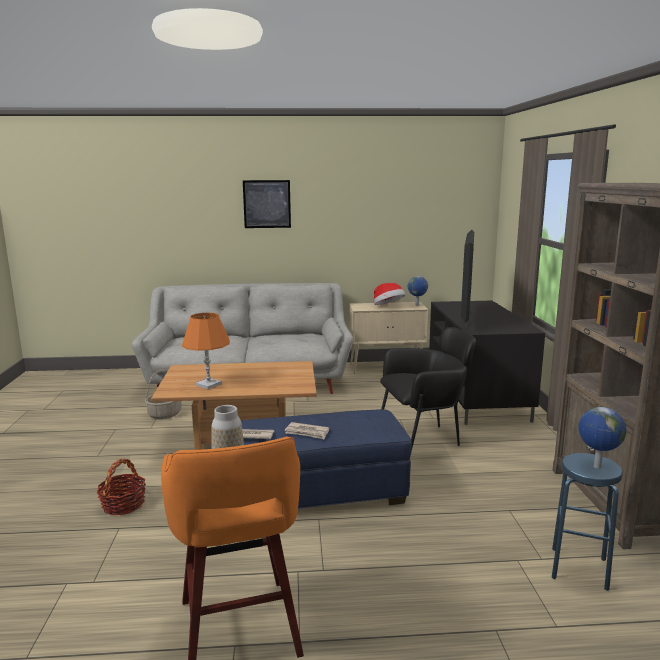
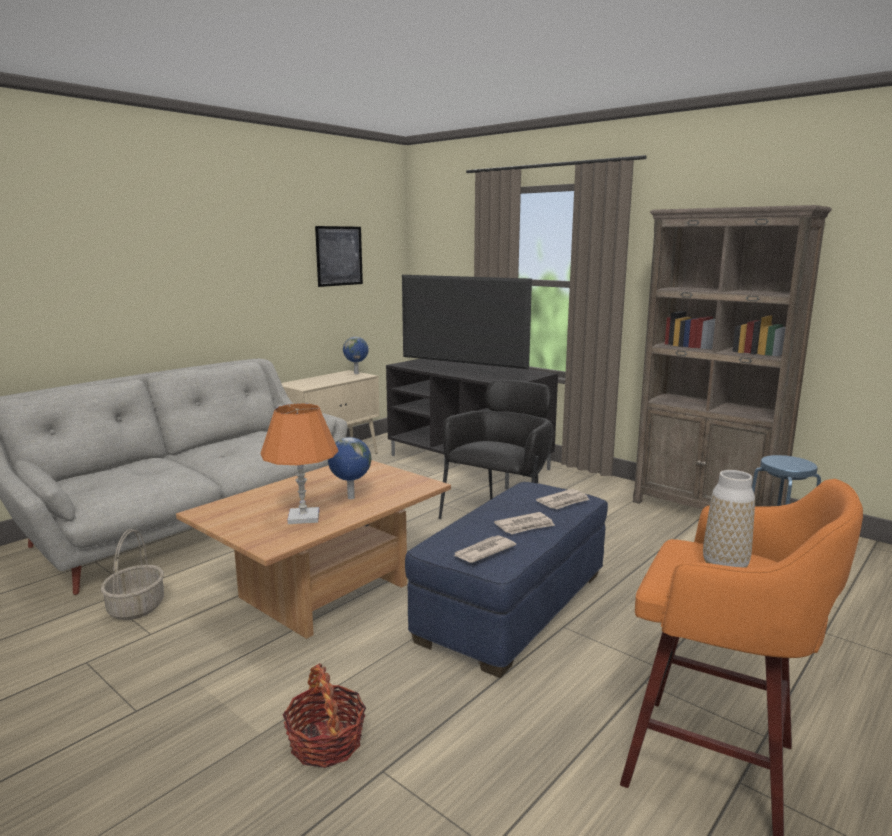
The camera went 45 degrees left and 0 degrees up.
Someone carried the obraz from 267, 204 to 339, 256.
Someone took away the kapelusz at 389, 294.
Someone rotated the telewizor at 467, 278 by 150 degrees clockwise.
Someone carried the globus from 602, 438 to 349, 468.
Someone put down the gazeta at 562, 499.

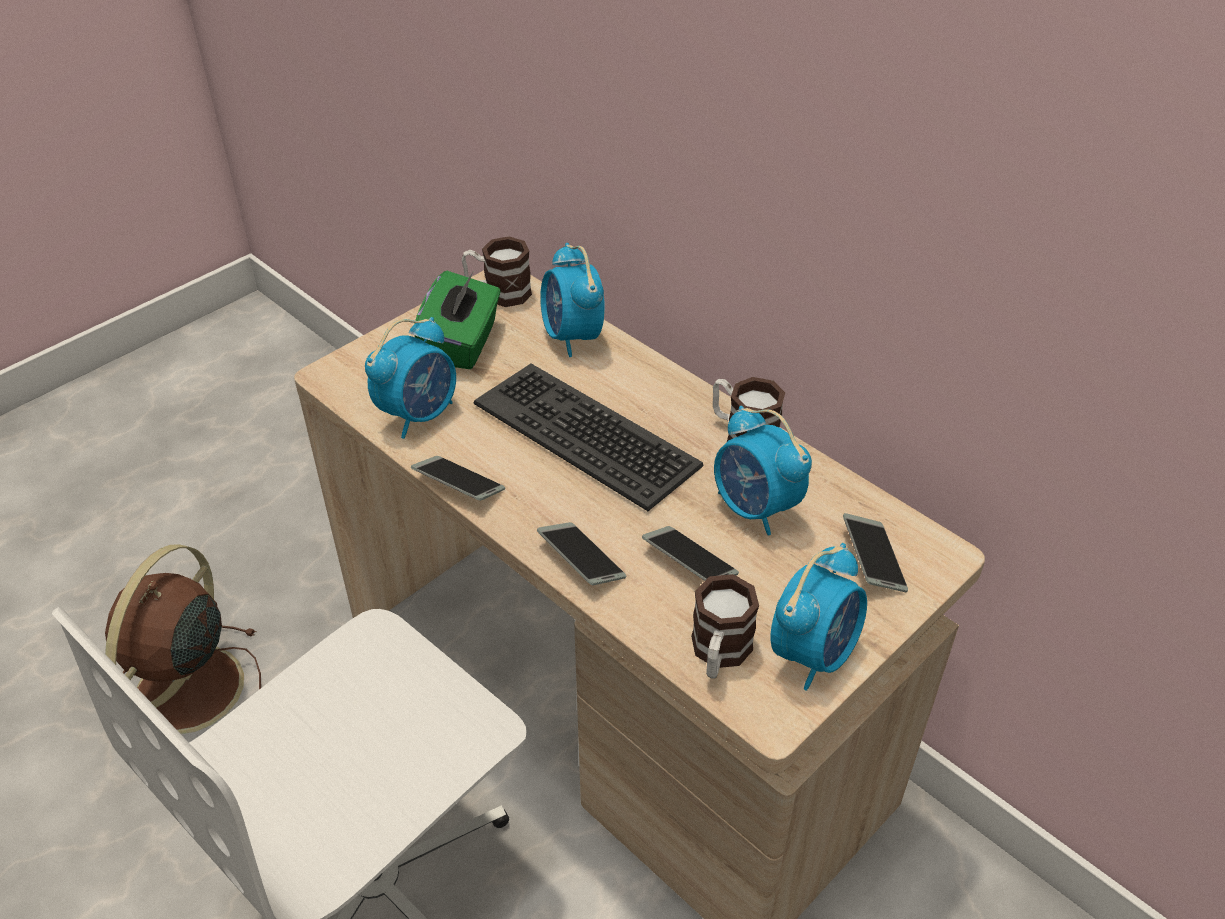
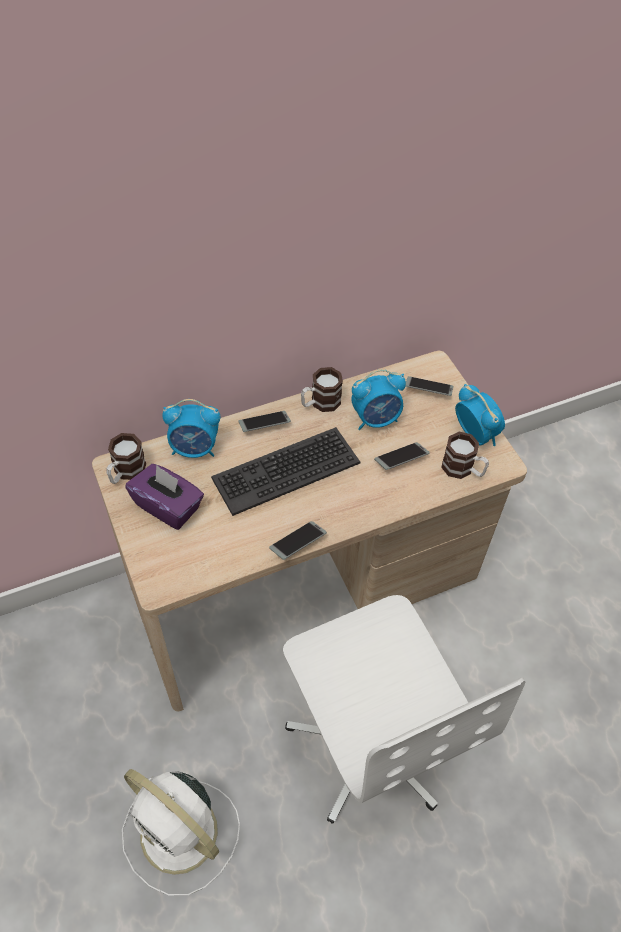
The camera went 70 degrees left and 10 degrees up.
Someone repainted the wentylator [brązowy] at 183, 639, which became the wentylator [biały] at 181, 832.
Someone took away the budzik at 410, 378.
Someone repainted the pudełko chusteczek [zielony] at 457, 320, which became the pudełko chusteczek [fioletowy] at 164, 497.
Someone carried the telefon from 581, 553 to 264, 421.

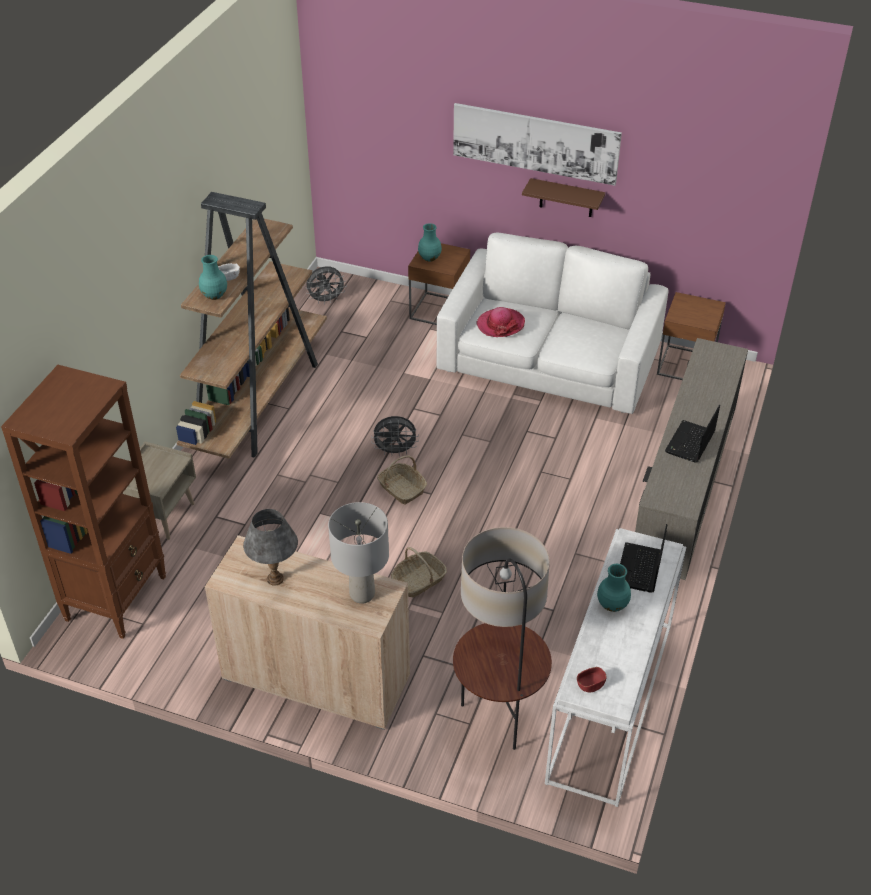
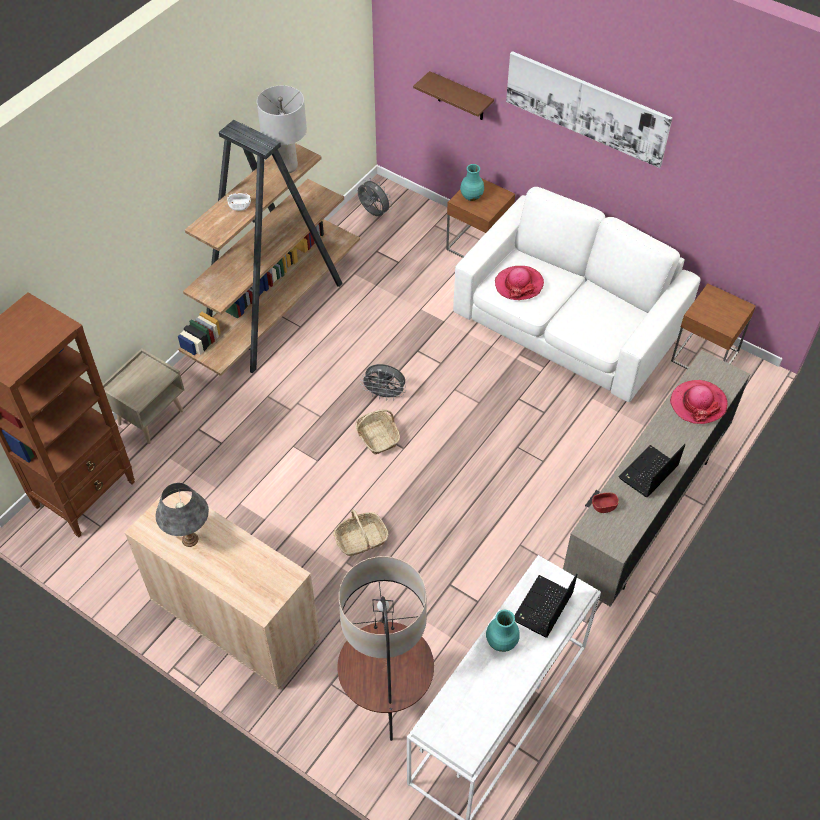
The camera went 15 degrees right and 10 degrees up.
Someone took away the wazon [turkusowy] at 213, 277.
Someone rotated the wentylator [szary] at 326, 285 by 135 degrees counterclockwise.
Someone carried the lampa stołowa [szary] from 358, 553 to 282, 129.
Someone carried the półka [brązowy] from 563, 197 to 453, 95.
Someone carried the miska [czerwony] from 591, 679 to 605, 502.
Someone put down the kapelusz at 699, 402.

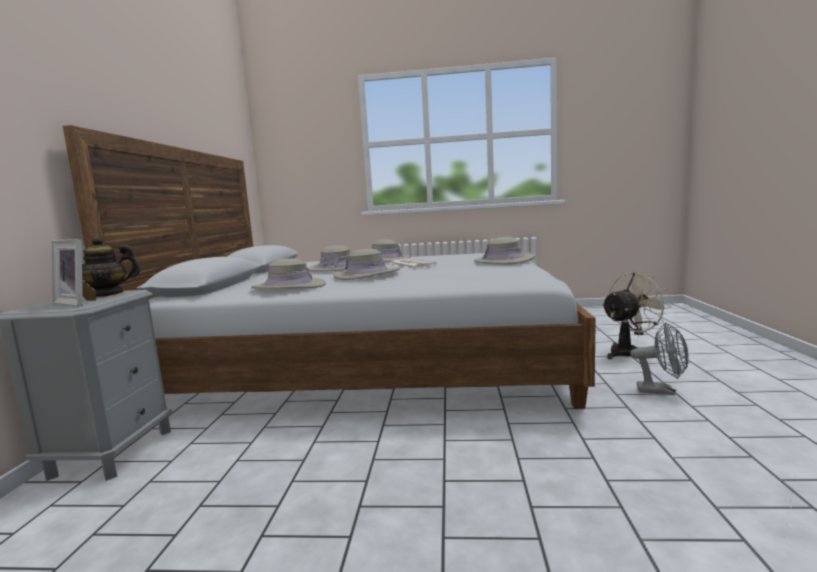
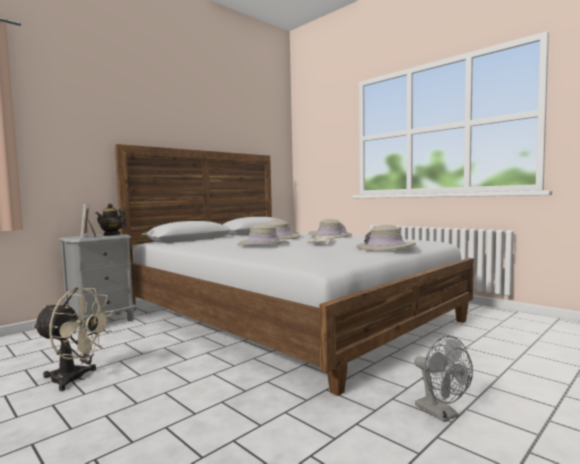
The camera went 40 degrees right and 5 degrees down.
Someone took away the kapelusz [beżowy] at 288, 273.
Someone carried the wentylator [beżowy] from 636, 315 to 73, 339.

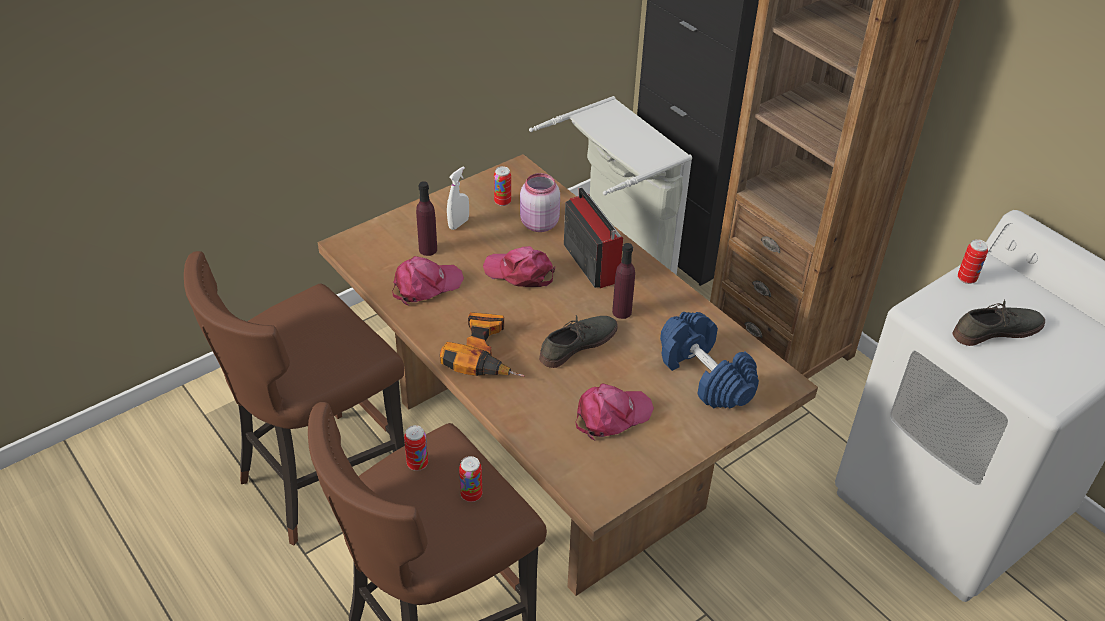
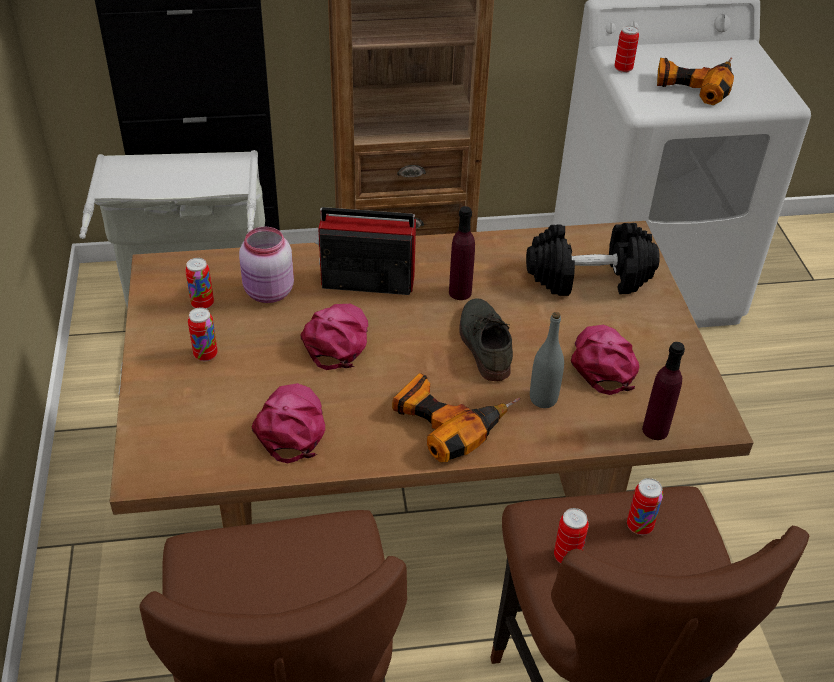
The camera went 60 degrees left and 0 degrees up.
Someone carried the butelka [fioletowy] from 426, 218 to 663, 391.
Someone swapped the spryskiwacz [biały] at 458, 198 for the puszka at 203, 334.
Someone rotated the czapka z daszkiem [różowy] at 519, 266 by 135 degrees clockwise.
Someone repainted the hantel [niebieski] at 709, 360, which became the hantel [czarny] at 593, 259.
Someone swapped the but [szary] at 999, 323 for the wiertarka at 695, 81.
Someone put down the butelka [szary] at 547, 360.

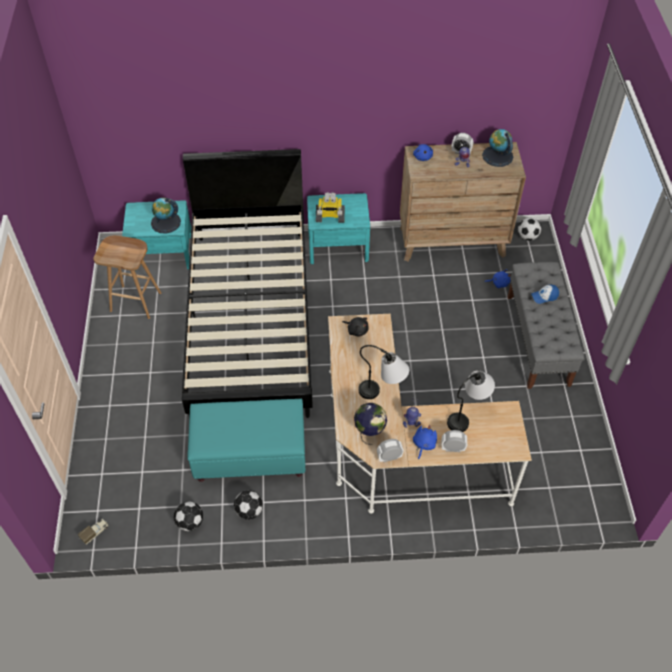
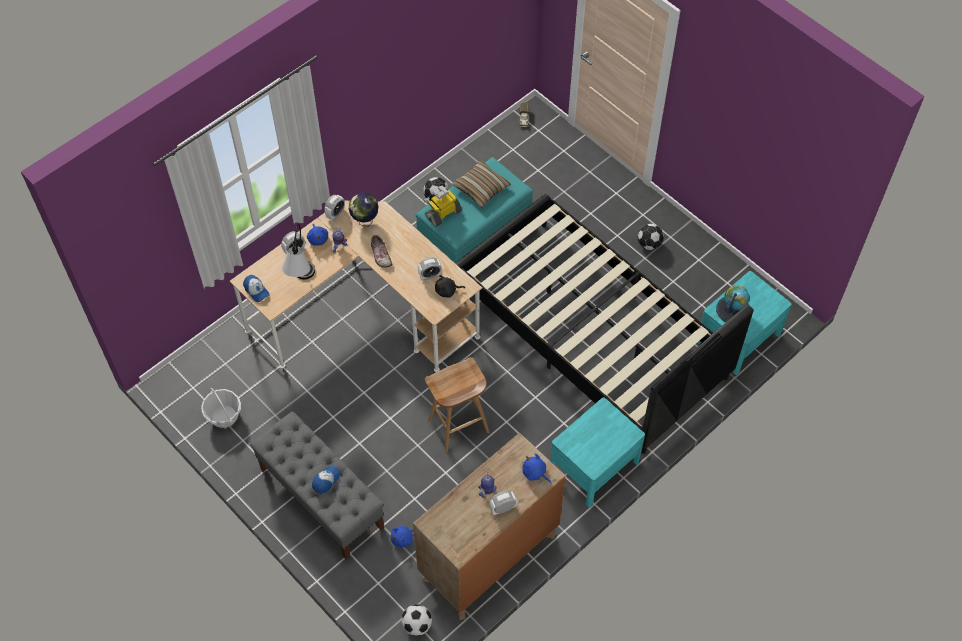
The camera went 140 degrees right and 5 degrees up.
Someone carried the stołek [brązowy] from 127, 277 to 457, 404.
Someone carried the piłka futbolowa from 188, 516 to 650, 237.
Someone carried the robot zabawkowy from 330, 207 to 443, 206.
Someone swapped the lampa stołowa at 383, 372 for the but at 381, 251.
Someone took away the globus at 497, 148.
Someone put down the koszyk at 221, 408.
Someone put down the czapka z daszkiem at 256, 288.
Someone put down the budzik at 430, 268.
Someone put down the poduszka at 481, 184.

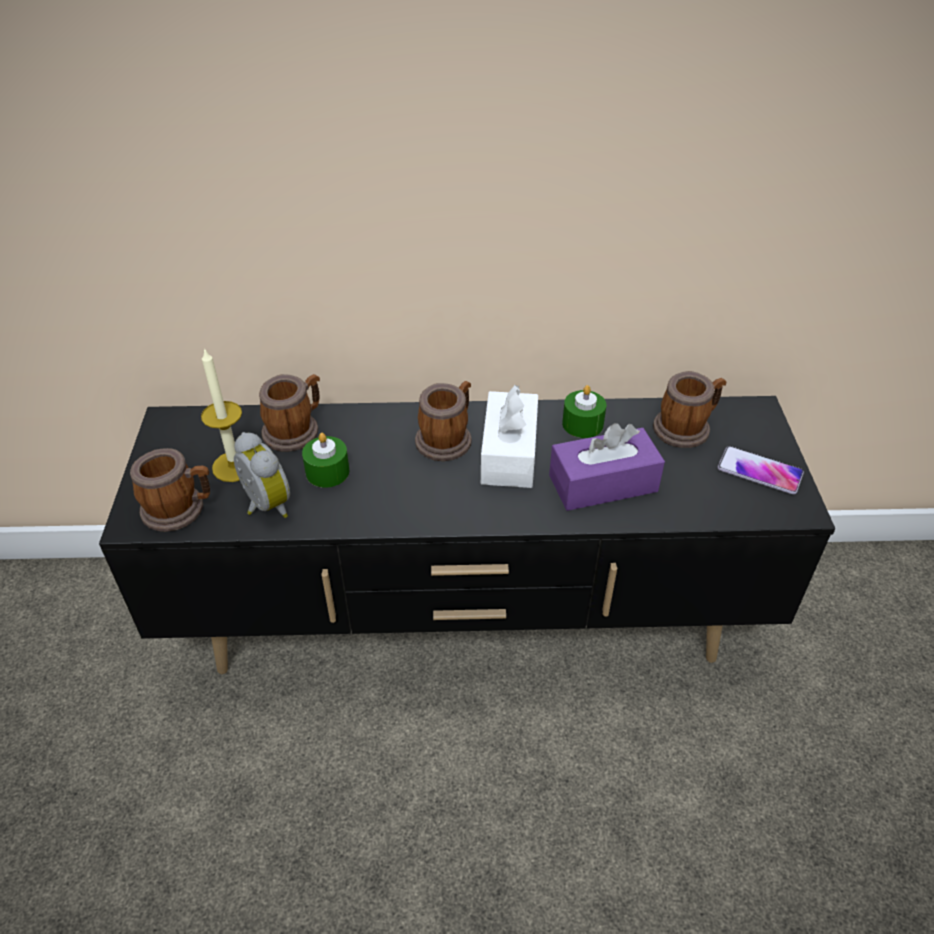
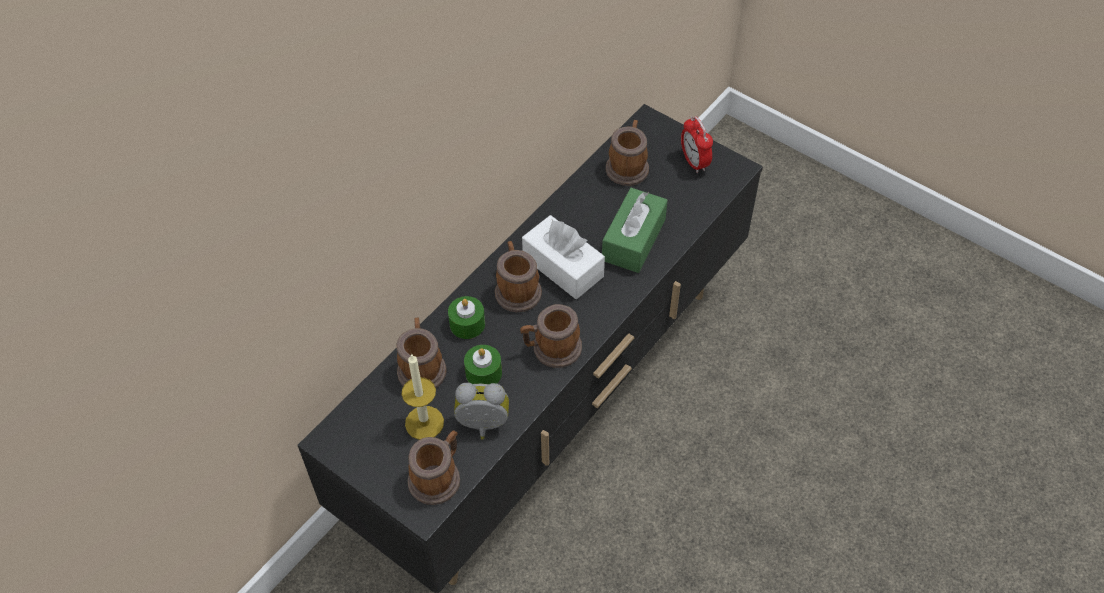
The camera went 50 degrees left and 10 degrees up.
Someone repainted the pudełko chusteczek [fioletowy] at 607, 467, which became the pudełko chusteczek [zielony] at 635, 230.
Someone carried the świeca [zielony] from 584, 411 to 466, 317.
Someone swapped the telefon at 761, 470 for the budzik at 697, 144.
Someone put down the kubek at 551, 336.

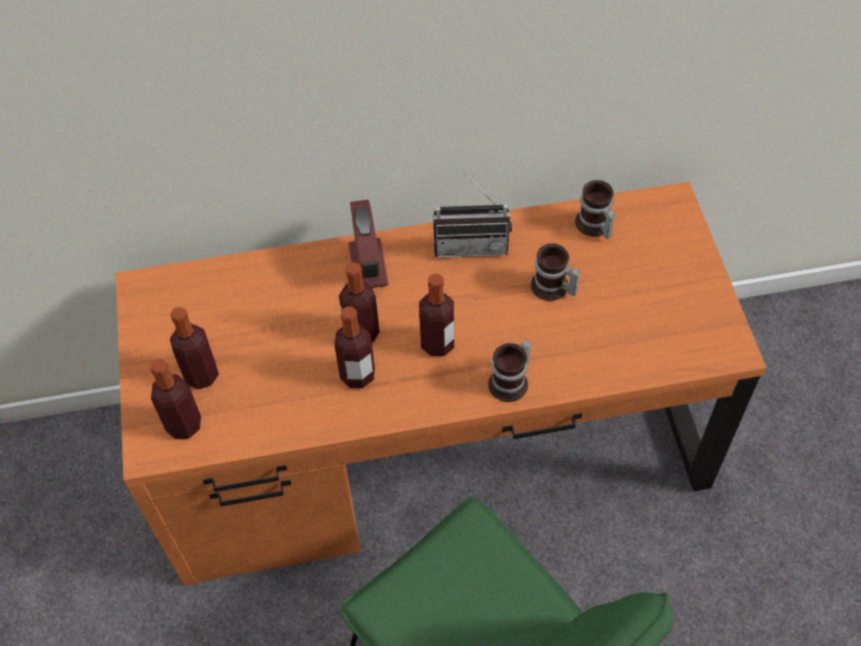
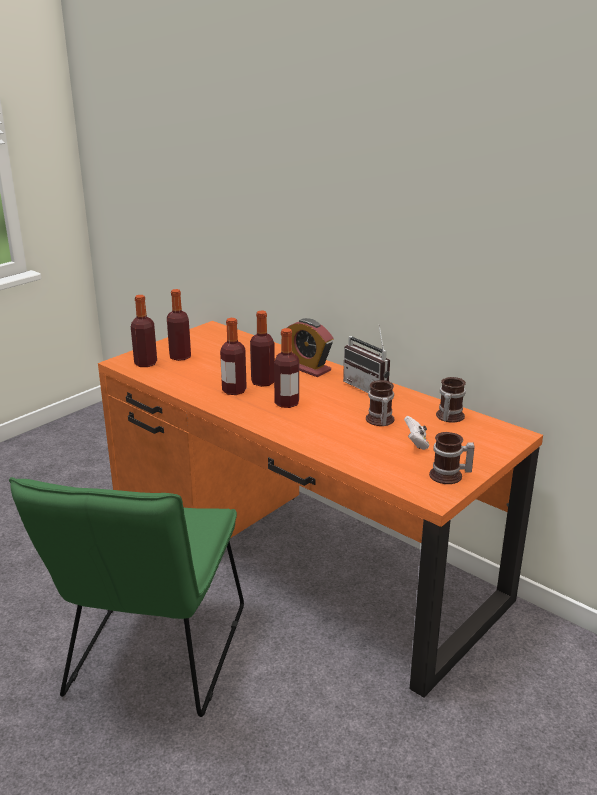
The camera went 50 degrees right and 30 degrees down.
Someone rotated the budzik at 368, 244 by 90 degrees counterclockwise.
Someone carried the kubek from 510, 370 to 452, 458.
Someone put down the pad do gier [biały] at 416, 433.

